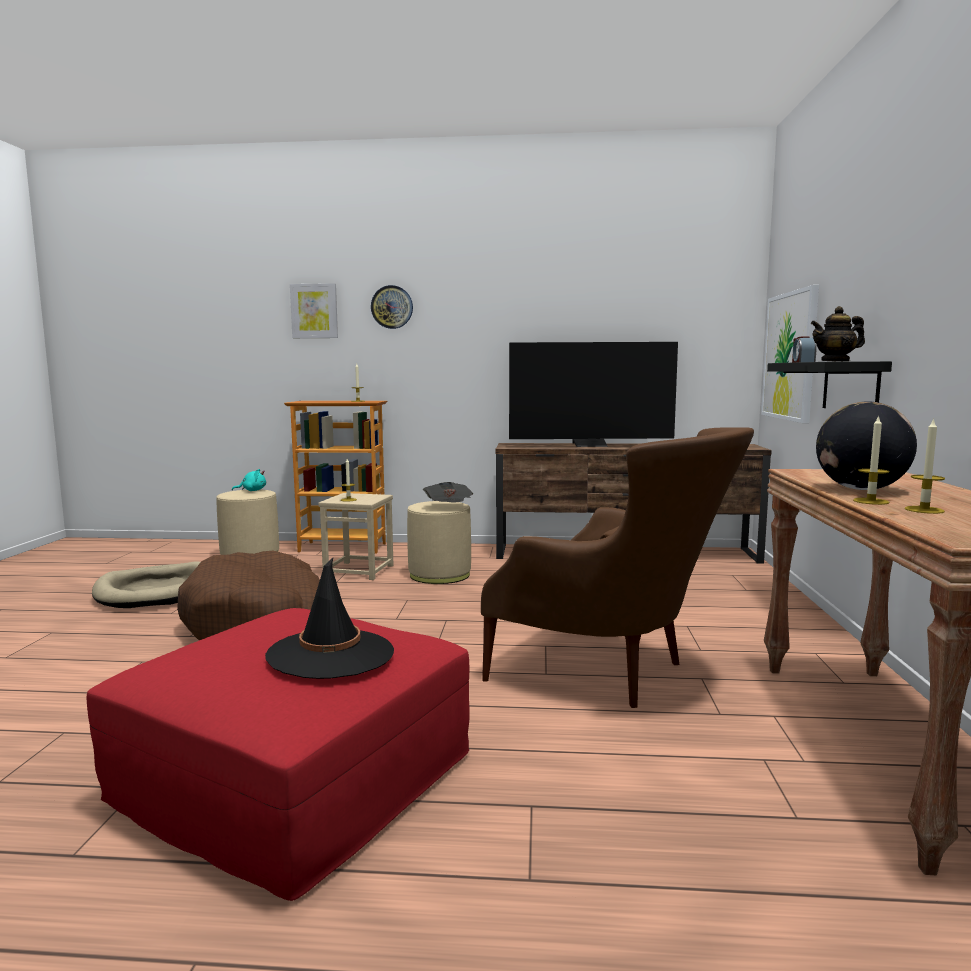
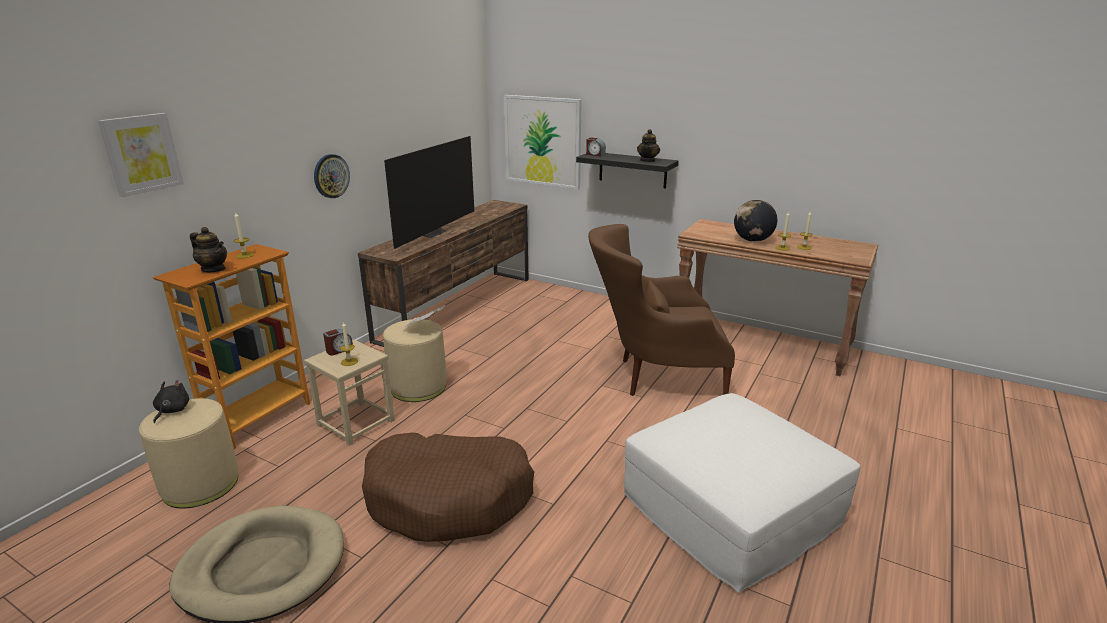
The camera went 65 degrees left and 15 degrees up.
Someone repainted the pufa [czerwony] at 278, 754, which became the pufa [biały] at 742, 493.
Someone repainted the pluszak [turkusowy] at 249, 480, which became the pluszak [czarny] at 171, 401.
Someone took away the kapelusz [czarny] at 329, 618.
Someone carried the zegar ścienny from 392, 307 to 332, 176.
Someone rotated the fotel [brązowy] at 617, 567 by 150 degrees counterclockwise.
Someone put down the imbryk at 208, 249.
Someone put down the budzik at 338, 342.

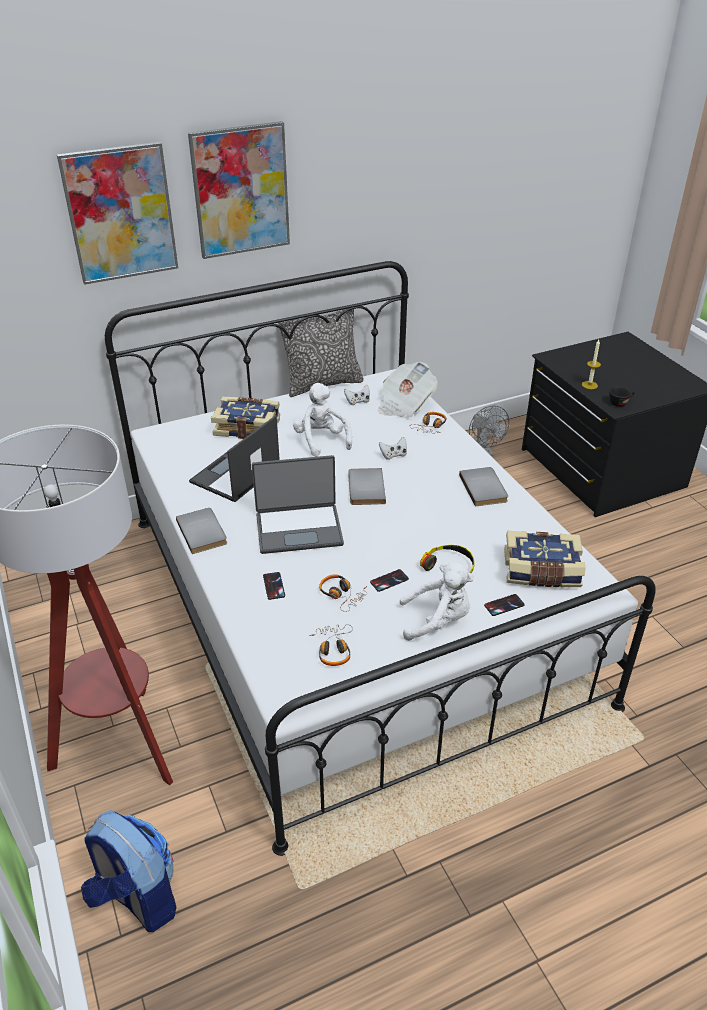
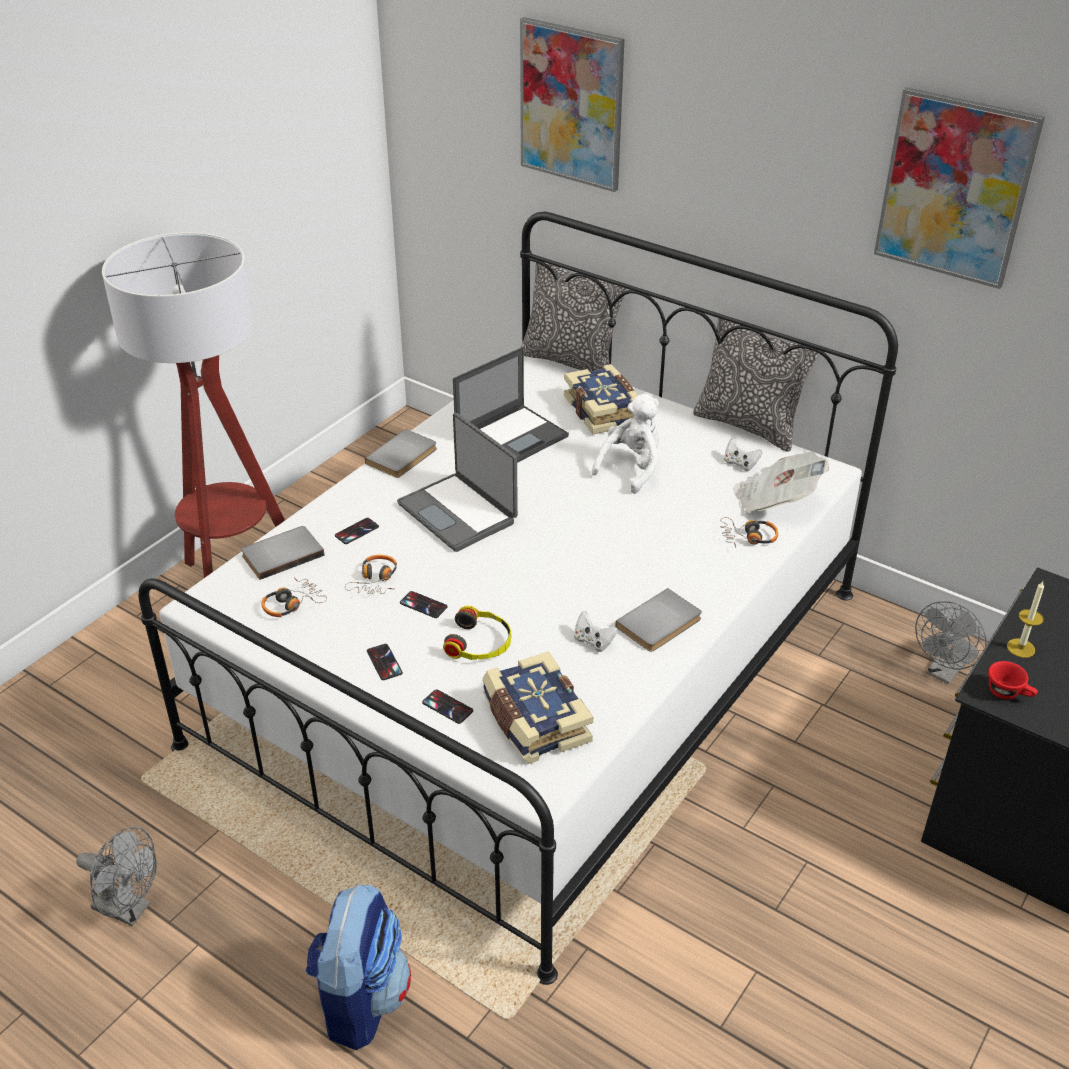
The camera went 60 degrees right and 0 degrees up.
Someone carried the plecak from 128, 871 to 358, 967.
Someone carried the obraz from 239, 190 to 959, 188.
Someone rotated the laptop at 234, 458 by 135 degrees clockwise.
Someone carried the książka [szary] from 367, 486 to 283, 553.
Someone carried the pad do gier [biały] from 393, 448 to 596, 631.
Someone swapped the pluszak [biały] at 437, 601 for the telefon at 385, 662.
Someone repainted the filiżanka [czarny] at 622, 396, which became the filiżanka [czerwony] at 1013, 680.
Someone put down the wentylator [szary] at 116, 876.
Someone put down the poduszka at 574, 317.

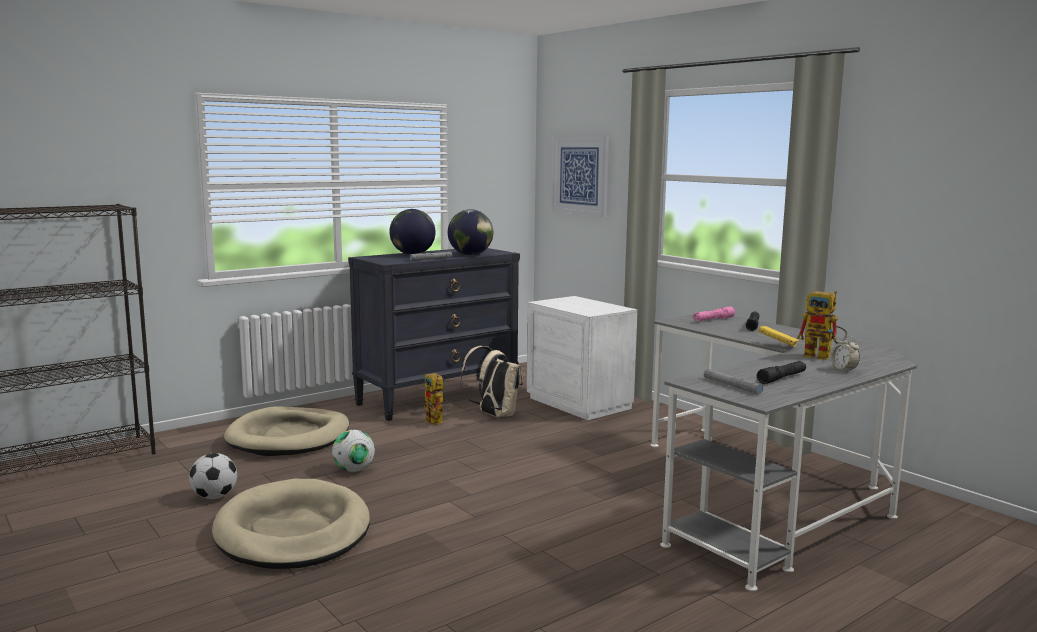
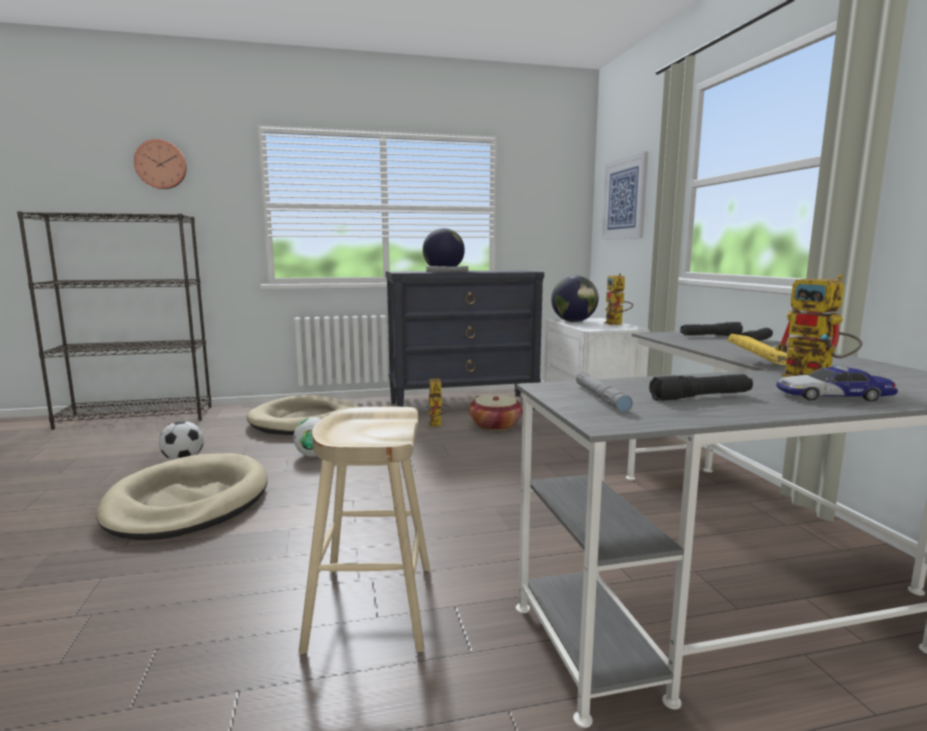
The camera went 25 degrees right and 0 degrees up.
Someone carried the globus from 470, 232 to 574, 298.
Someone swapped the plecak [beżowy] at 492, 381 for the koszyk at 495, 413.
Someone repainted the latarka [różowy] at 714, 314, which became the latarka [czarny] at 711, 329.
Someone swapped the budzik at 845, 354 for the samochodzik at 837, 383.
Someone put up the zegar ścienny at 160, 164.
Someone put down the stołek [beżowy] at 364, 530.
Someone put down the robot zabawkowy at 618, 299.

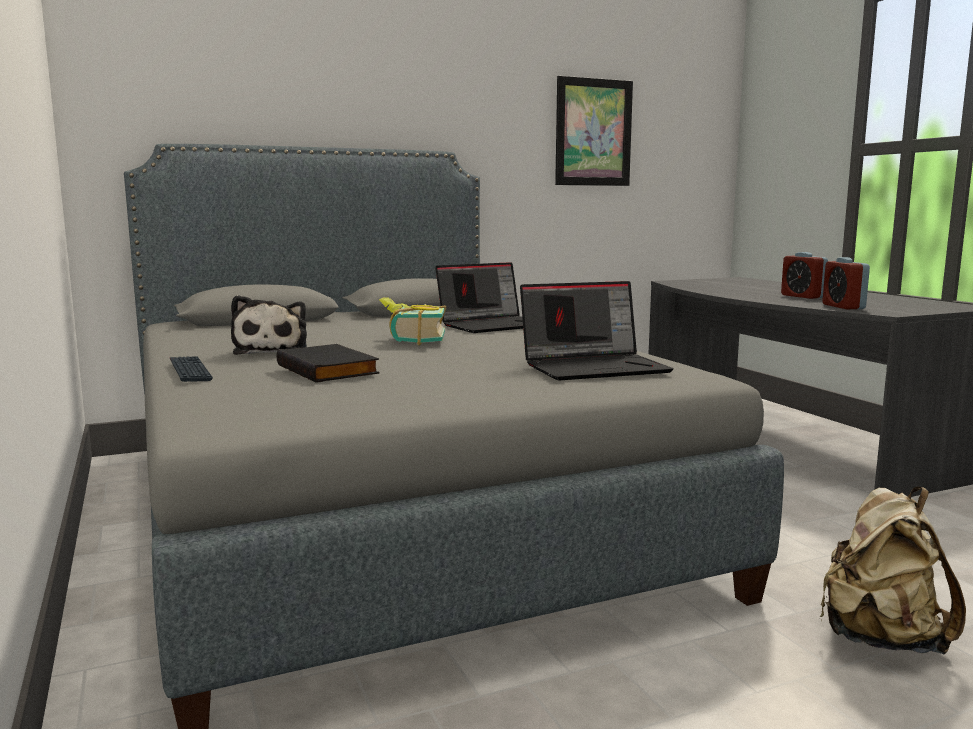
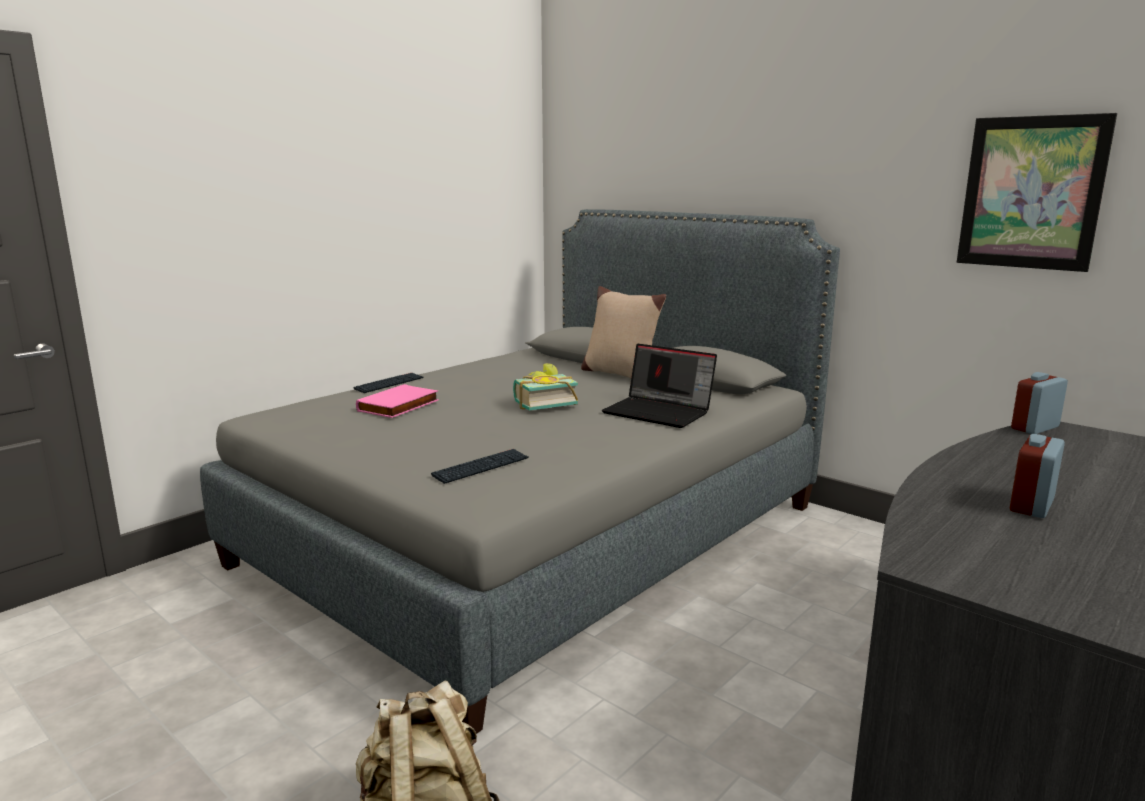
The camera went 65 degrees right and 5 degrees up.
Someone took away the pluszak at 269, 325.
Someone repainted the książka [czarny] at 328, 363, which became the książka [różowy] at 397, 401.
Someone swapped the laptop at 597, 330 for the klawiatura at 480, 466.
Someone carried the budzik from 846, 283 to 1039, 403.
Someone put down the poduszka [beżowy] at 623, 332.

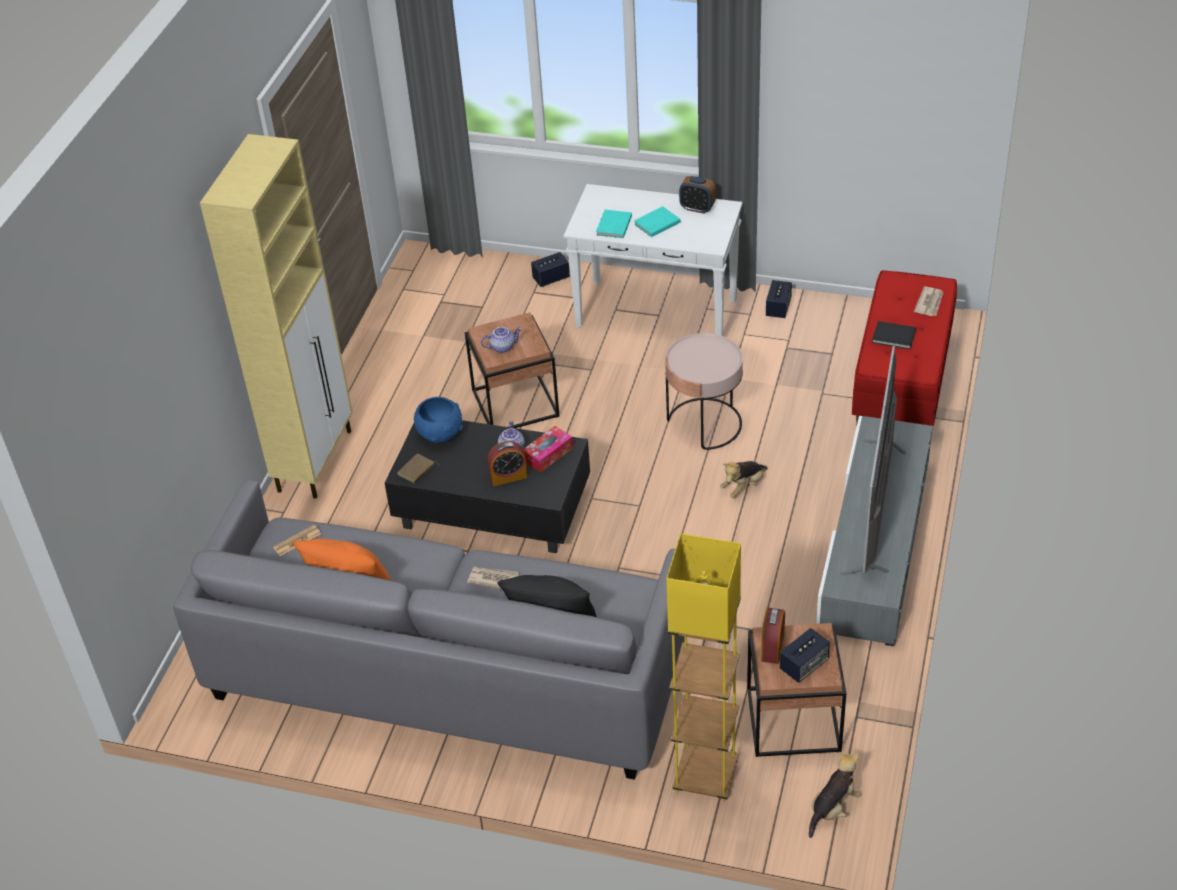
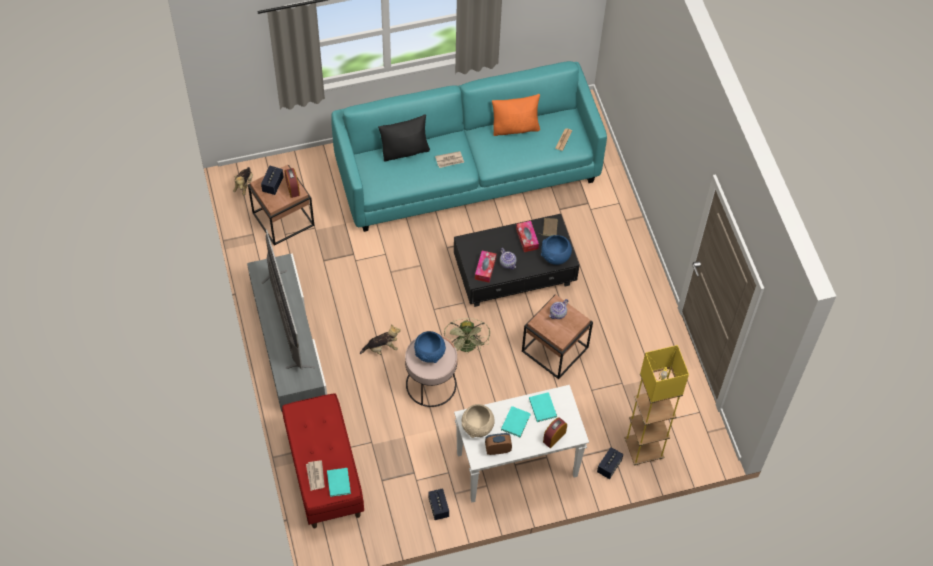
The camera went 145 degrees right and 15 degrees up.
Someone repainted the kanapa [szary] at 429, 630, which became the kanapa [turkusowy] at 469, 146.
Someone took away the szafka [beżowy] at 276, 316.
Someone carried the budzik from 508, 463 to 555, 433.
Someone carried the lampa stojąca [żółty] from 703, 667 to 656, 405.
Someone rotated the pluszak at 743, 479 by 60 degrees clockwise.
Someone took away the książka [czarny] at 894, 335.
Someone put down the książka [turkusowy] at 339, 482.
Someone put down the miska [niebieski] at 430, 347.
Someone put down the wentylator [zielony] at 467, 336.
Someone put down the miska [beżowy] at 478, 421.
Someone put down the pudełko chusteczek at 527, 236.

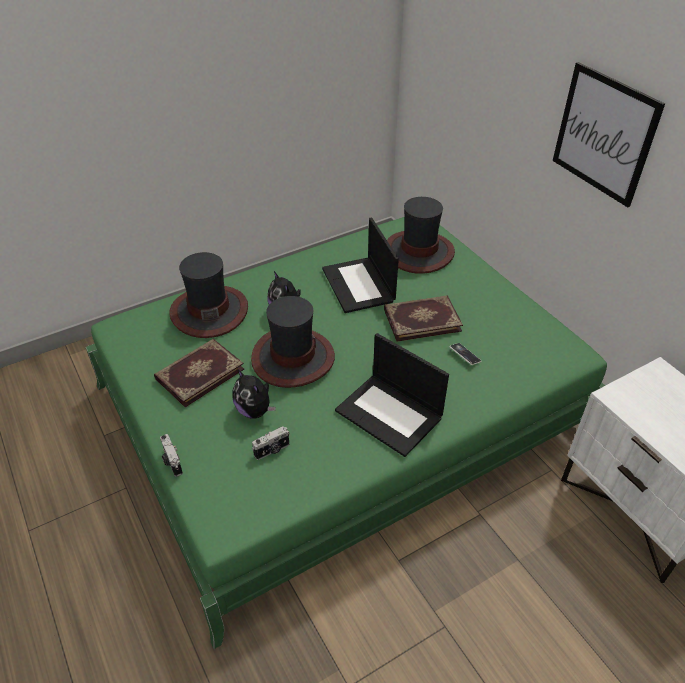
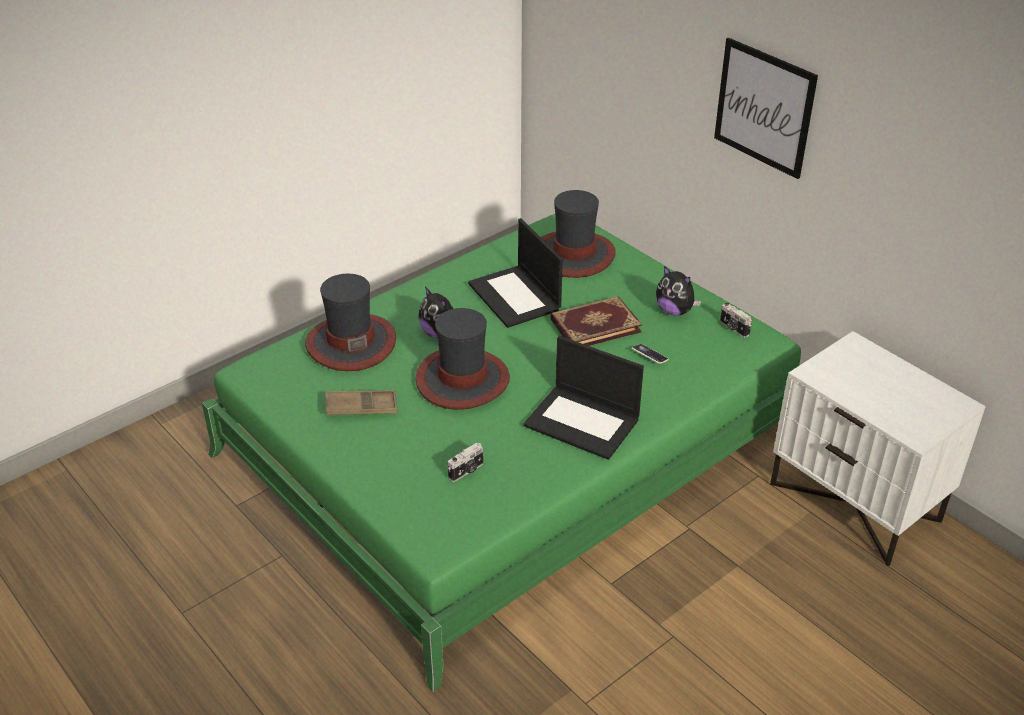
The camera went 10 degrees left and 5 degrees down.
Someone swapped the książka at 199, 373 for the taca [brązowy] at 361, 402.
Someone carried the aparat fotograficzny from 171, 455 to 736, 320.
Someone carried the pluszak from 254, 394 to 678, 291.

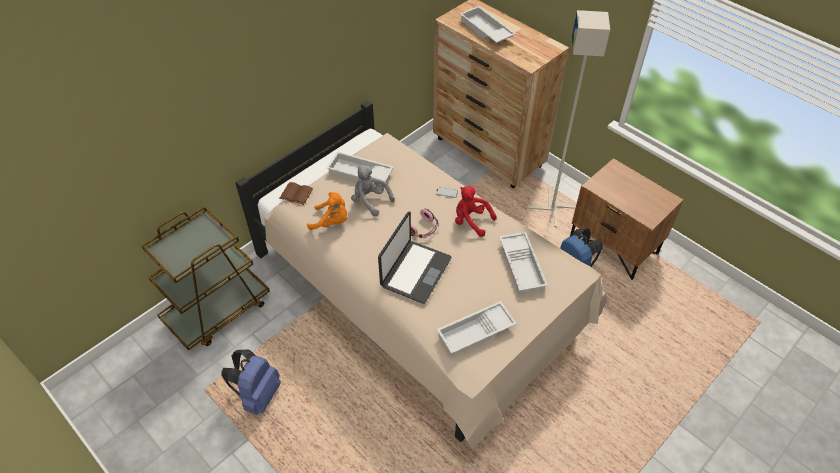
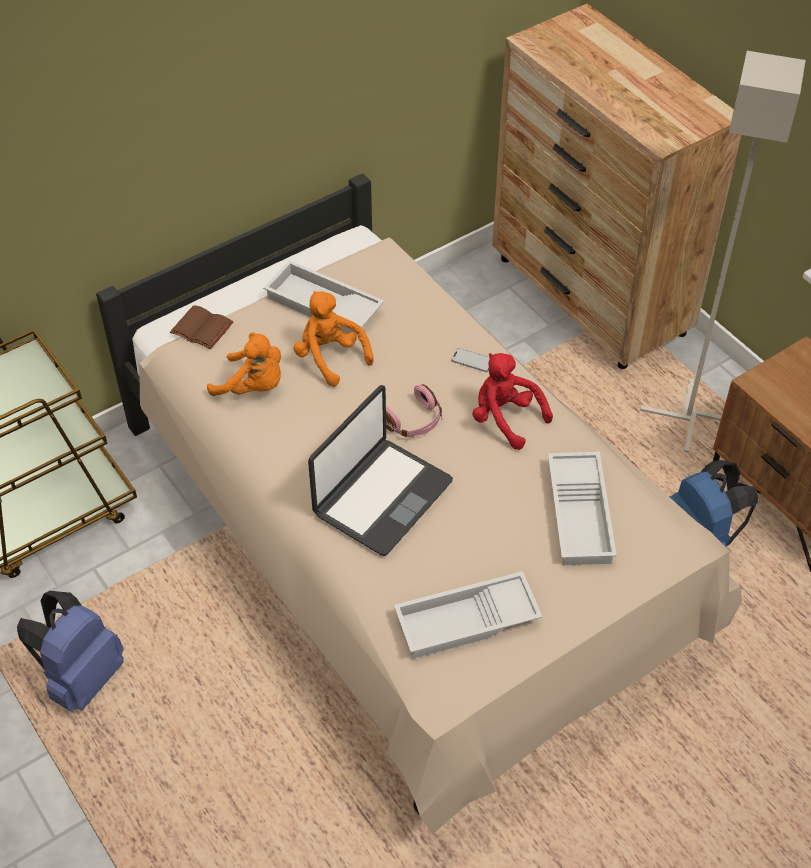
The camera went 10 degrees right and 0 degrees up.
Someone repainted the pluszak [szary] at 373, 190, which became the pluszak [pomarańczowy] at 333, 339.
Someone took away the taca [biały] at 488, 24.

